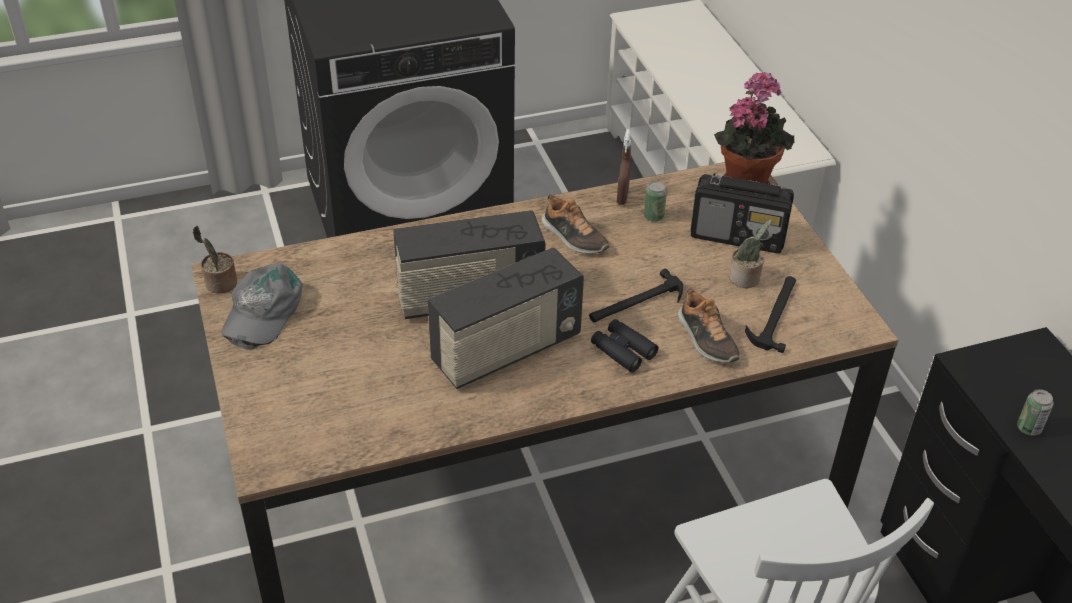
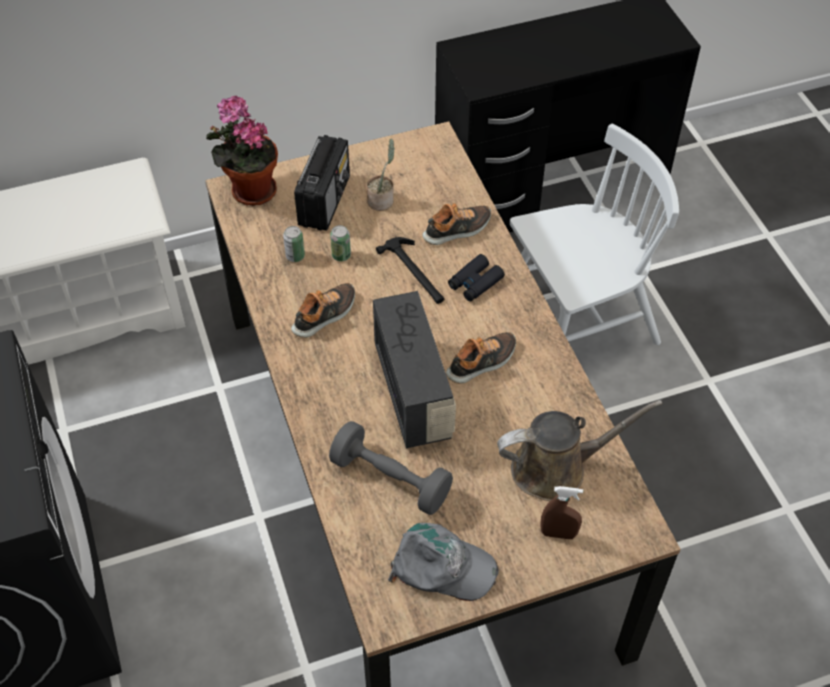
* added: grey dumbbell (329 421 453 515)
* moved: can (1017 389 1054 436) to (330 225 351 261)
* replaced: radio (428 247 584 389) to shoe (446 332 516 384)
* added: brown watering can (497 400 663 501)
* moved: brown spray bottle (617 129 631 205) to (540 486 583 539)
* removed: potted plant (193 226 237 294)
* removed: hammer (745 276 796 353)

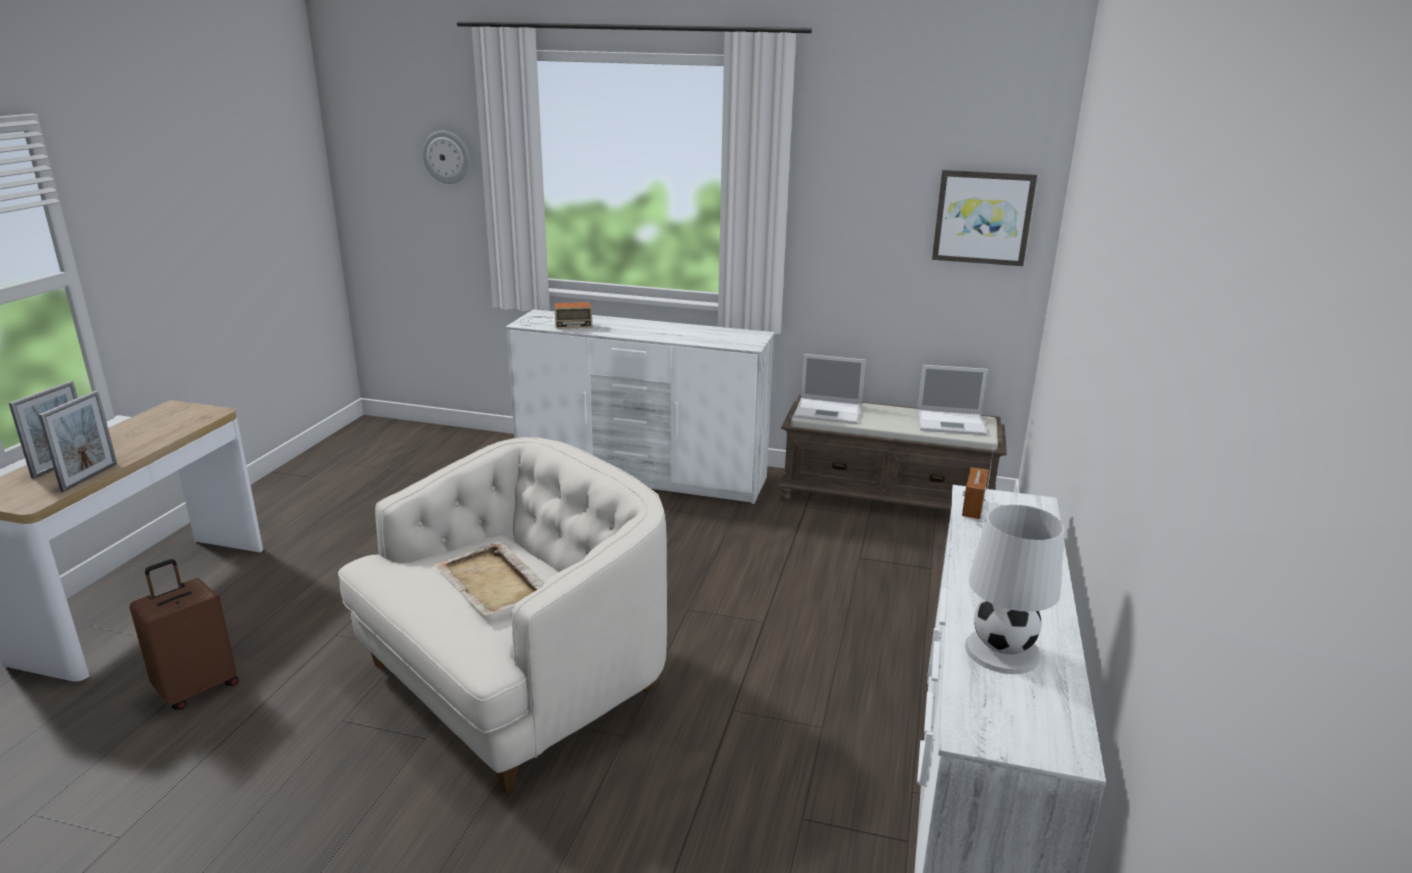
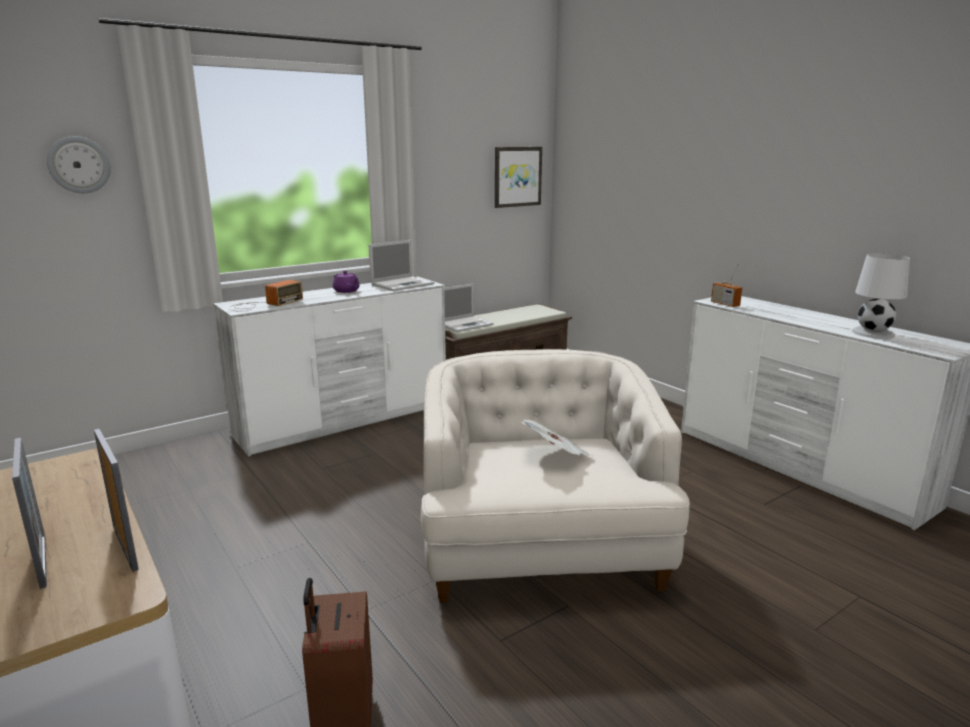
* added: purple teapot (333 271 360 293)
* moved: laptop (917 365 988 435) to (368 240 435 291)
* replaced: beige tray (433 541 544 616) to newspaper (521 419 594 456)

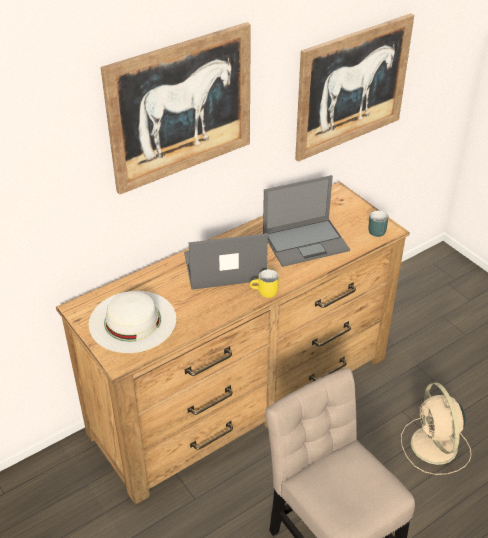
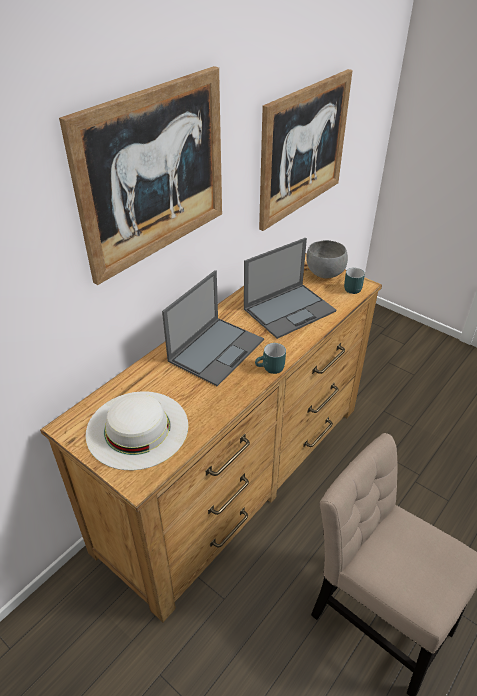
* turned: laptop (184 233 268 290) = (162 270 264 386) 150 degrees clockwise
* recoloured: yellow mug (250 269 279 298) to turquoise mug (255 343 286 374)
* added: grey bowl (306 240 348 278)
* removed: beige fan (401 383 472 475)

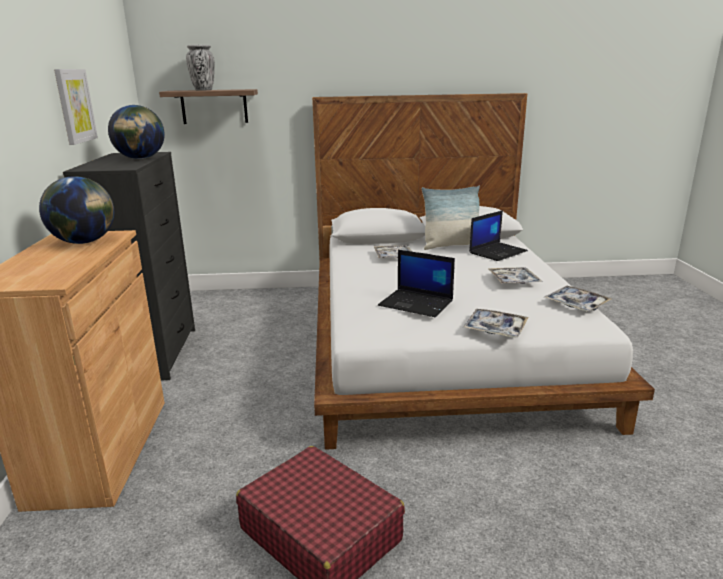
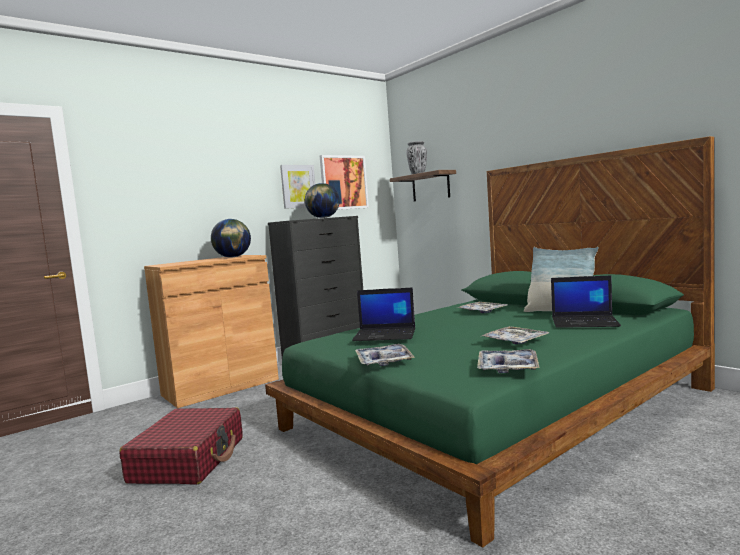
* recoloured: white bed (312 93 655 450) to green bed (265 136 715 547)
* added: picture (320 155 369 210)
* turned: laptop (378 250 455 317) = (352 287 415 341) 75 degrees counterclockwise

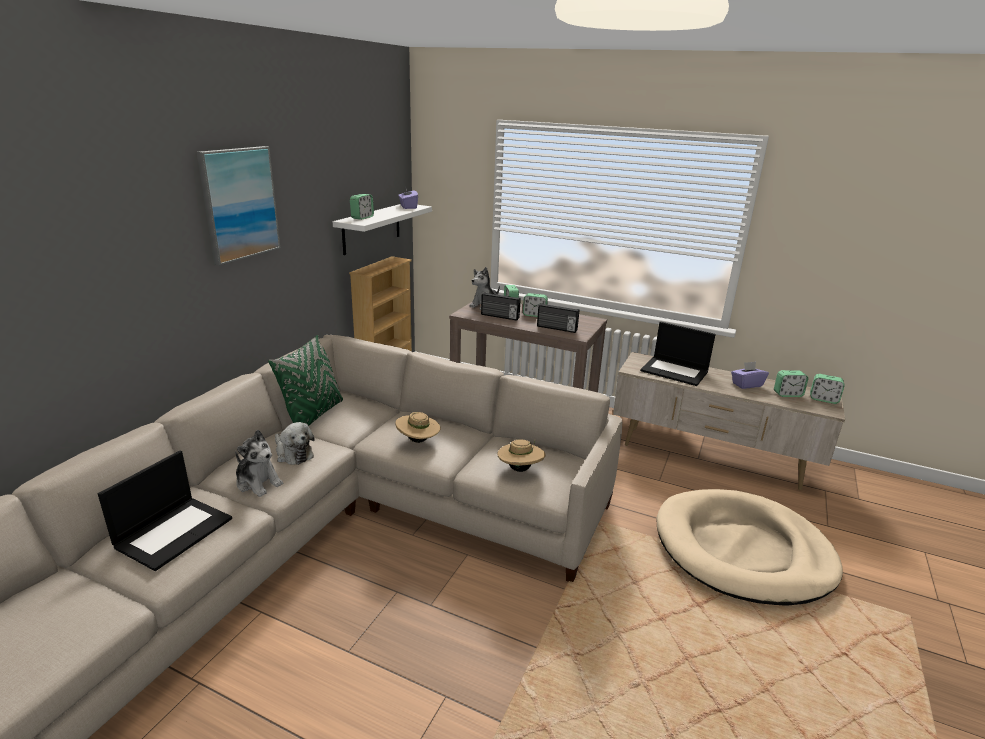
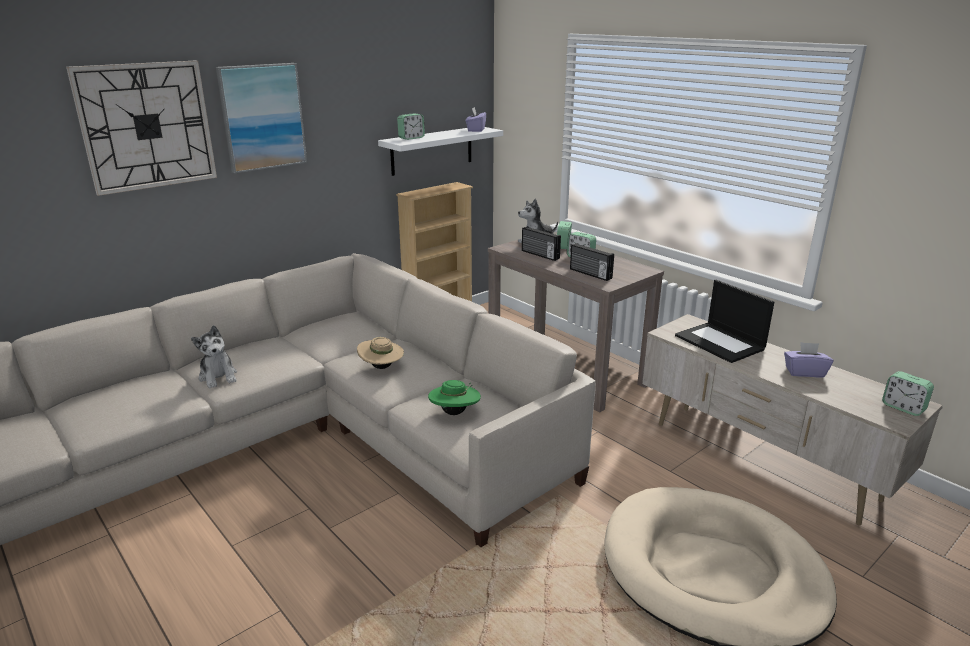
* added: wall clock (66 61 217 196)
* recoloured: beige hat (497 439 545 472) to green hat (428 380 481 415)
* removed: laptop (98 451 232 571)
* removed: green pillow (268 335 343 426)
* removed: plush toy (275 422 315 465)
* removed: alarm clock (774 370 808 397)

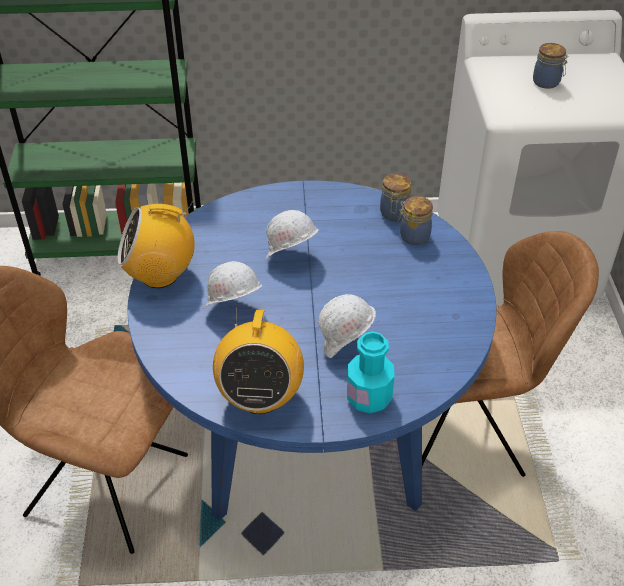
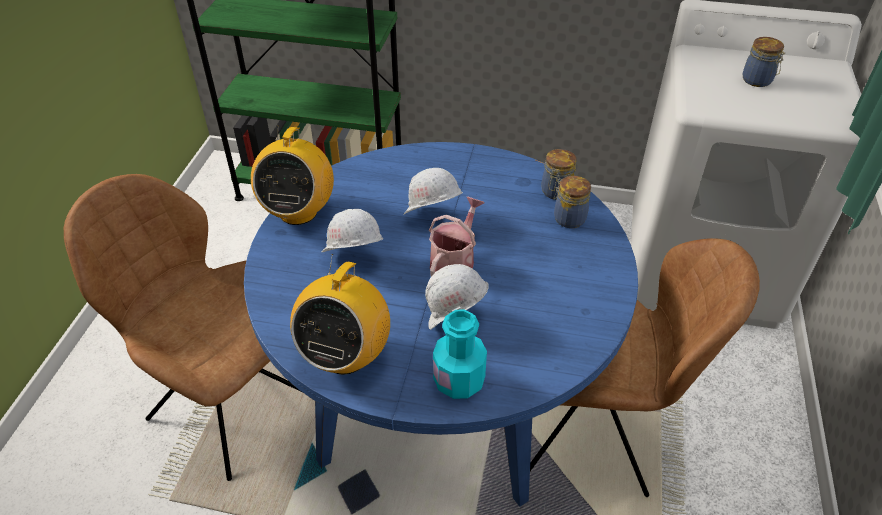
* turned: radio (117 202 195 288) = (251 127 334 225) 90 degrees counterclockwise
* added: watering can (429 197 485 277)

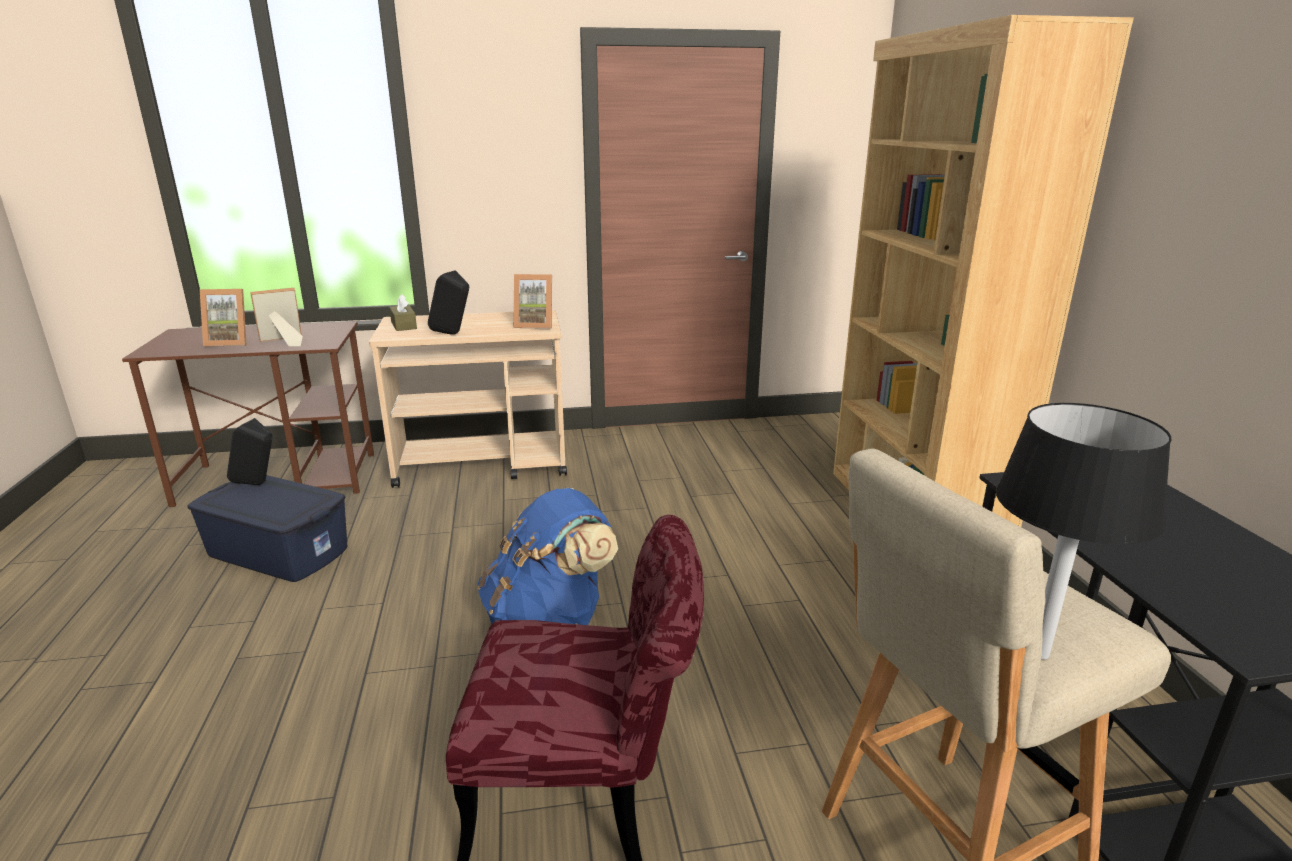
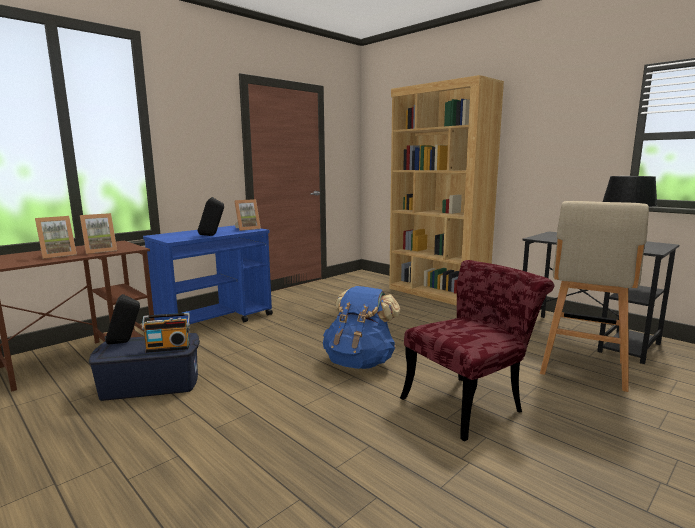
* turned: picture frame (250 288 303 346) = (80 213 117 254) 150 degrees counterclockwise
* added: radio (142 313 190 353)
* recoloured: beige cart (369 310 567 488) to blue cart (143 225 273 324)
* removed: brown tissue box (389 294 417 331)

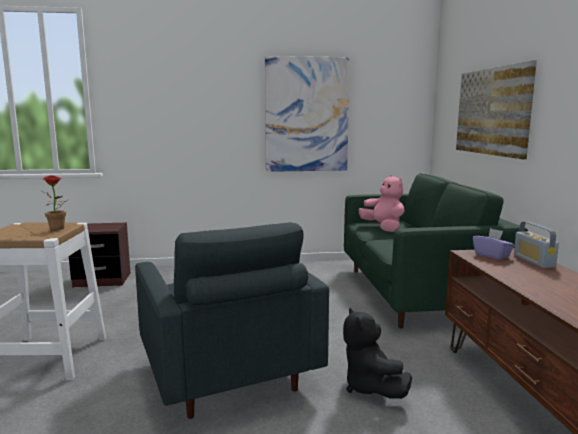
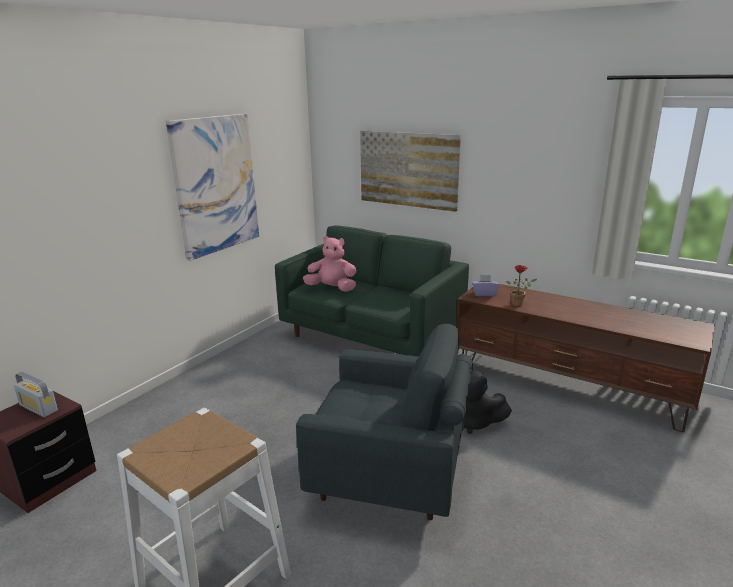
* moved: radio (514 221 559 268) to (14 372 58 417)
* moved: potted plant (42 175 68 230) to (507 265 537 307)

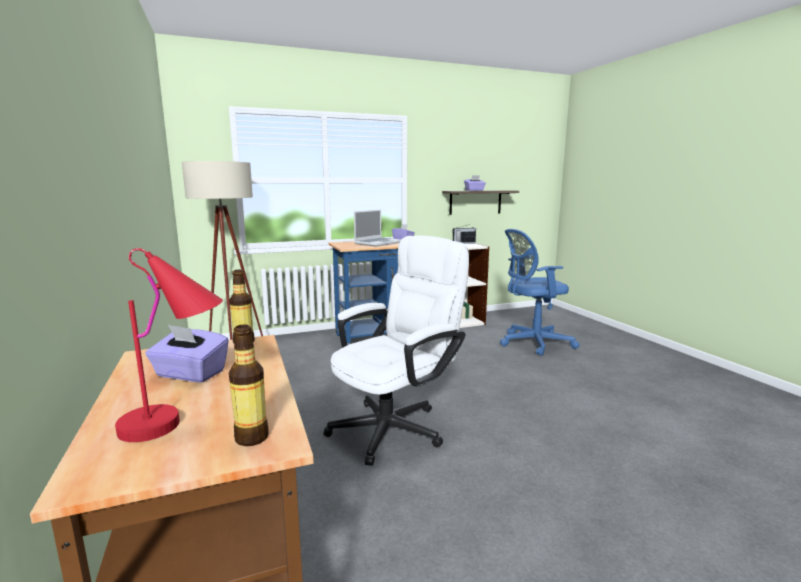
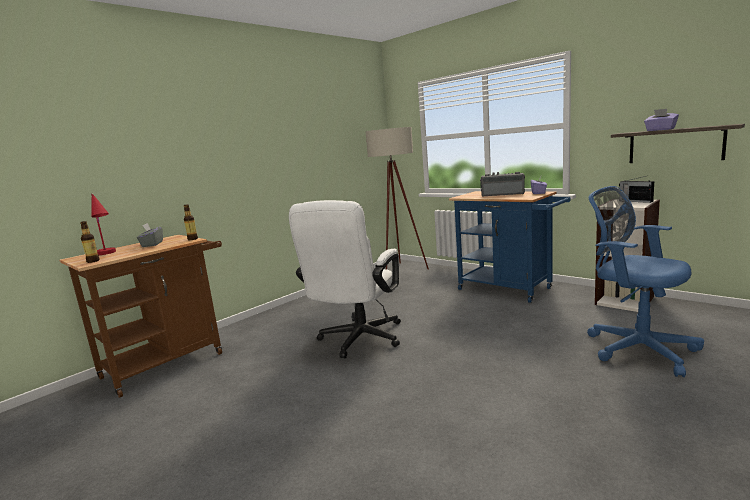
* recoloured: purple tissue box (145 325 229 383) to grey tissue box (137 223 163 247)
* turned: white office chair (323 236 469 466) = (289 200 401 358) 90 degrees clockwise
* replaced: laptop (354 210 401 247) to radio (480 172 525 197)

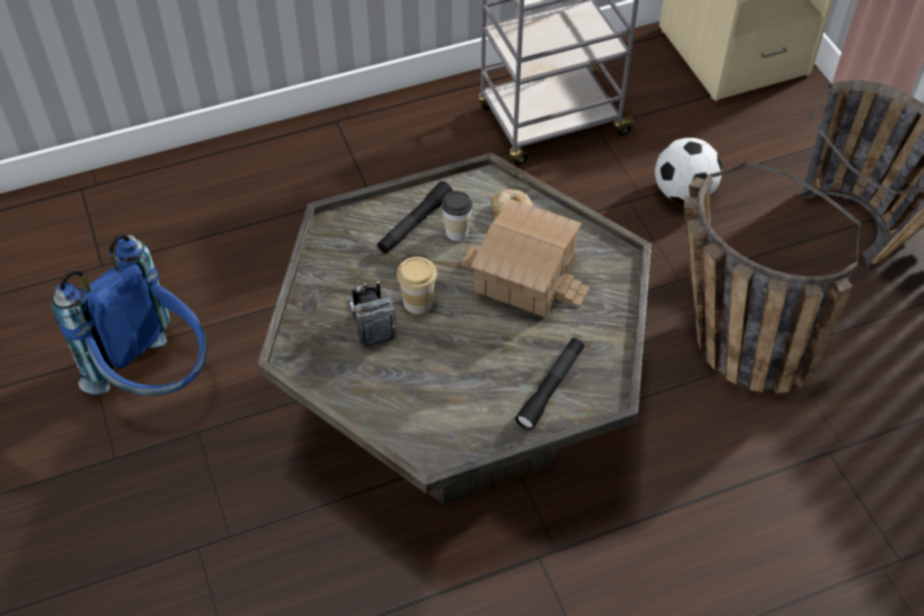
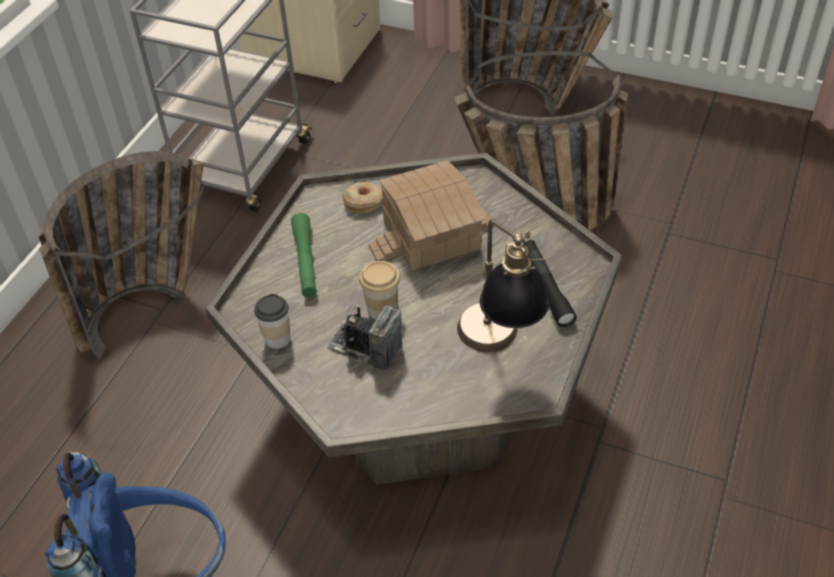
* added: basket (39 151 204 360)
* moved: cup (441 191 473 242) to (254 294 290 349)
* recoloured: black flashlight (377 181 453 254) to green flashlight (291 213 317 297)
* added: table lamp (457 219 549 352)
* removed: football (655 138 723 204)

